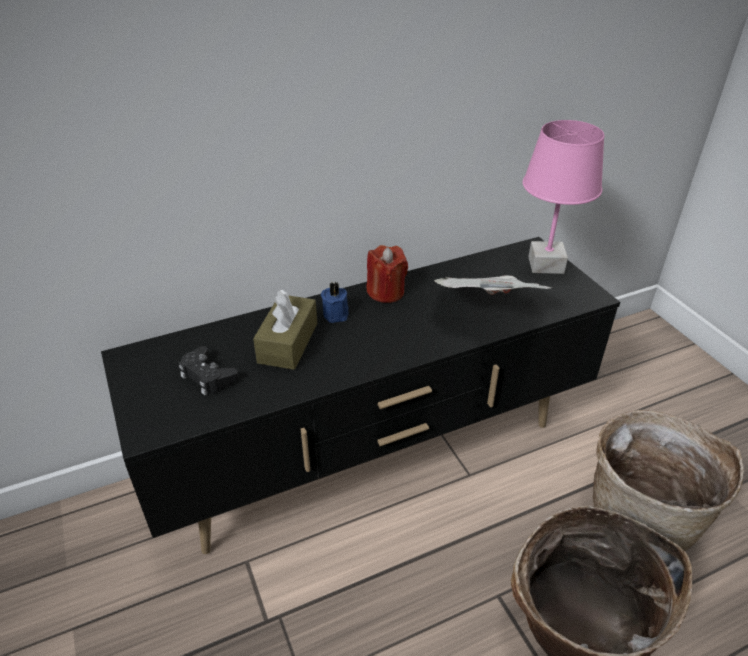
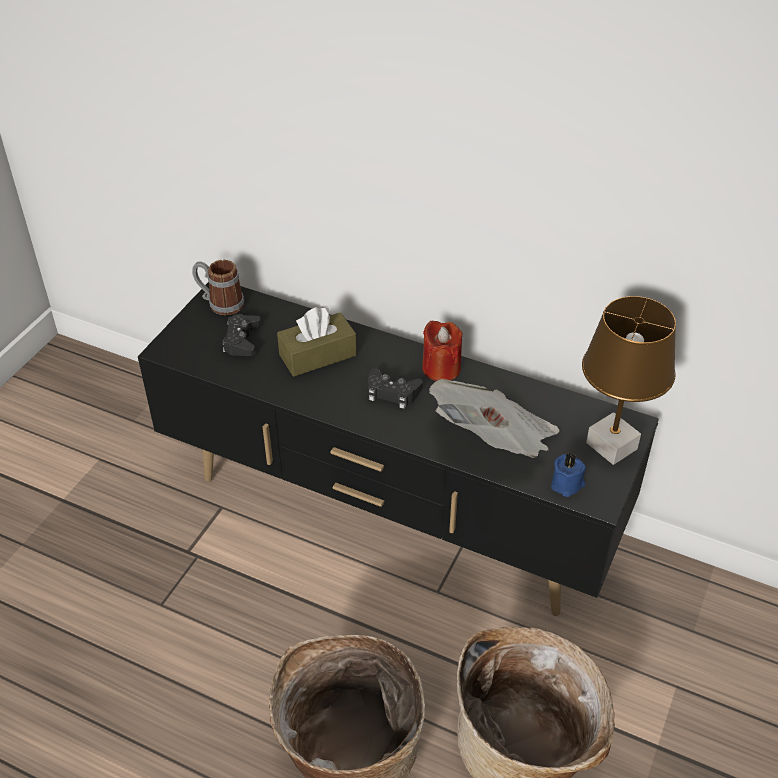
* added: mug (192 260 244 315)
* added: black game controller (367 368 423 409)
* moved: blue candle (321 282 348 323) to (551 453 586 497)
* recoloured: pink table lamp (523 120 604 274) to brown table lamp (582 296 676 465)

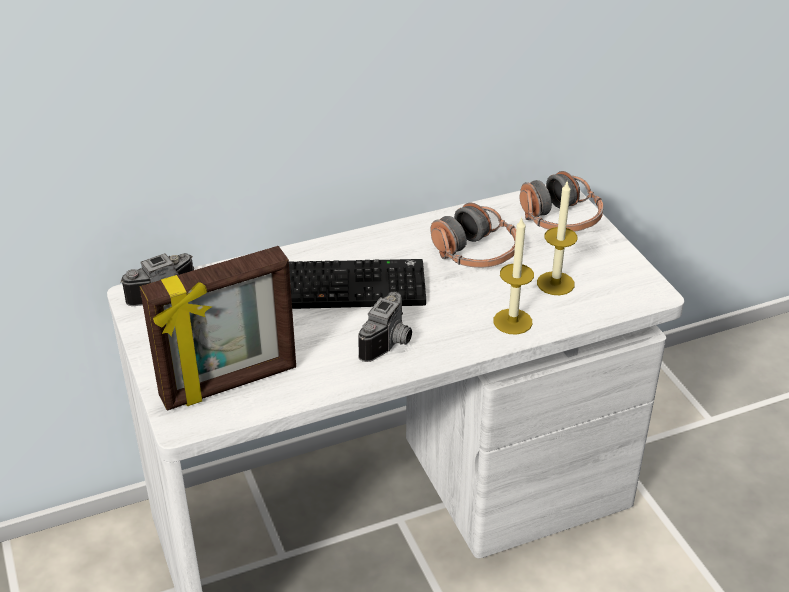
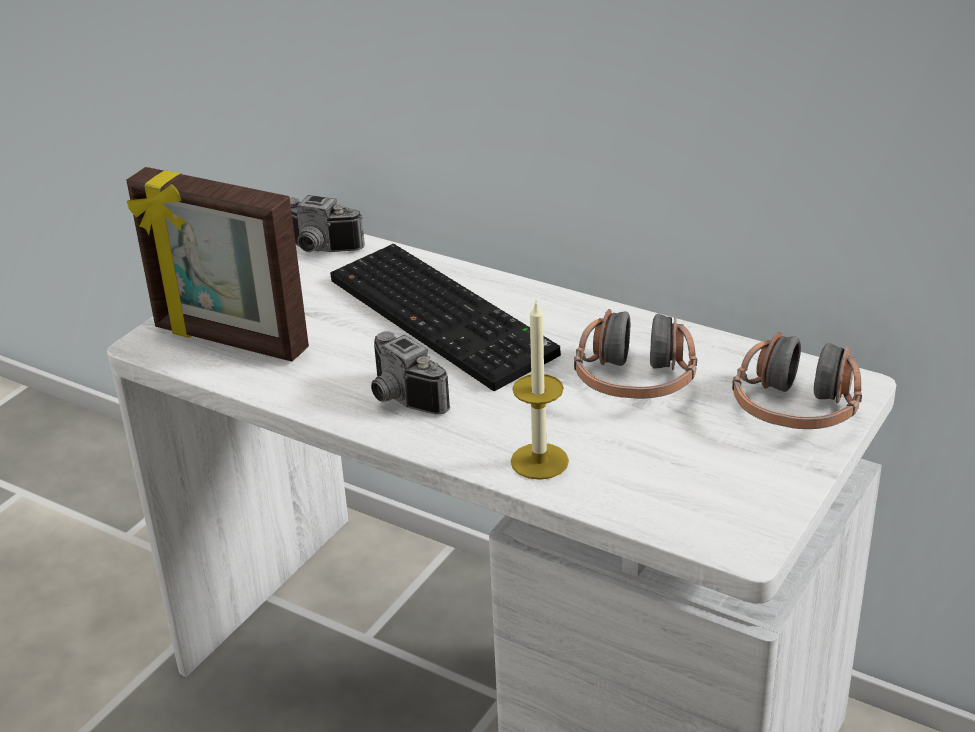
* turned: photo camera (358 292 412 362) = (371 331 450 414) 60 degrees clockwise
* removed: candle (537 180 577 295)

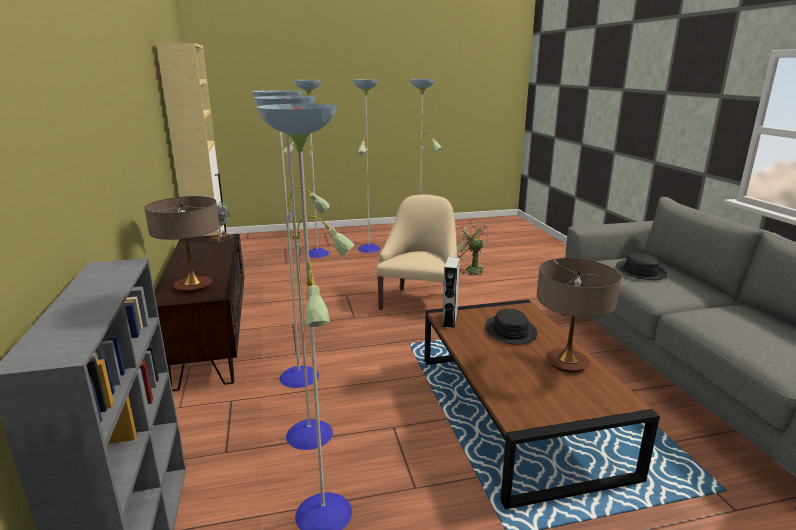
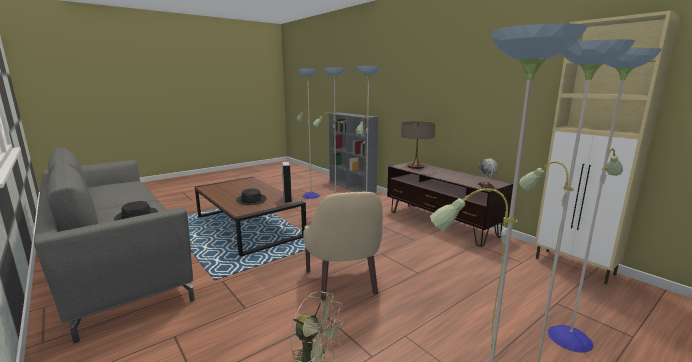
* removed: table lamp (537 258 621 373)

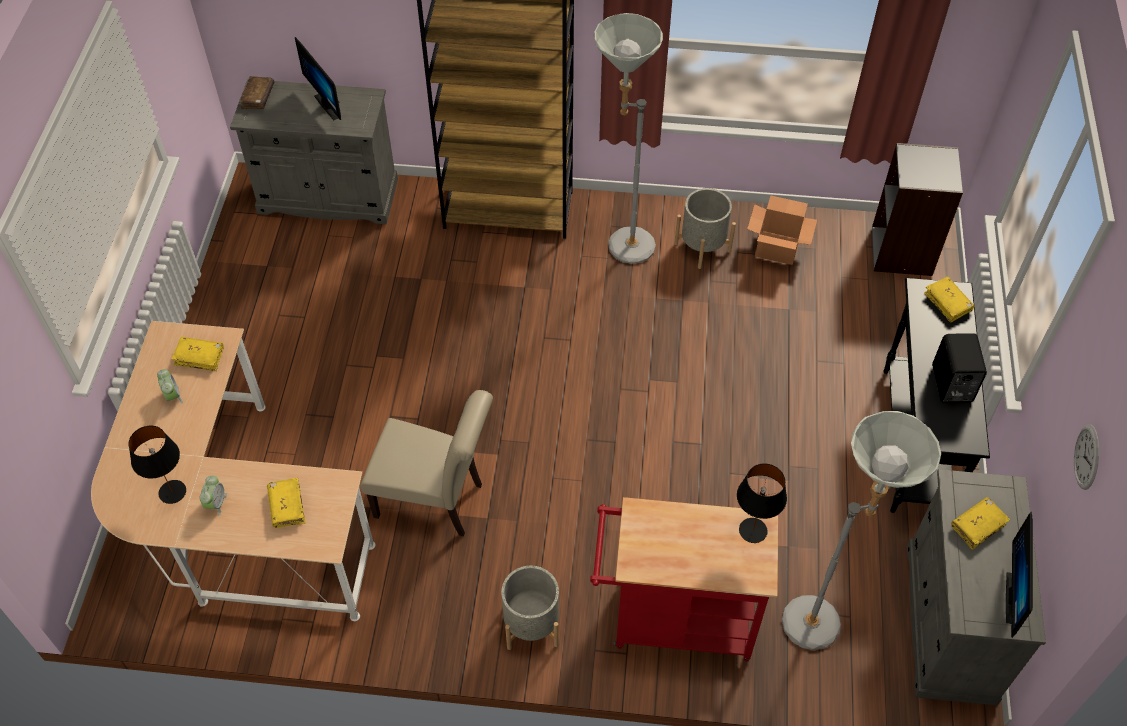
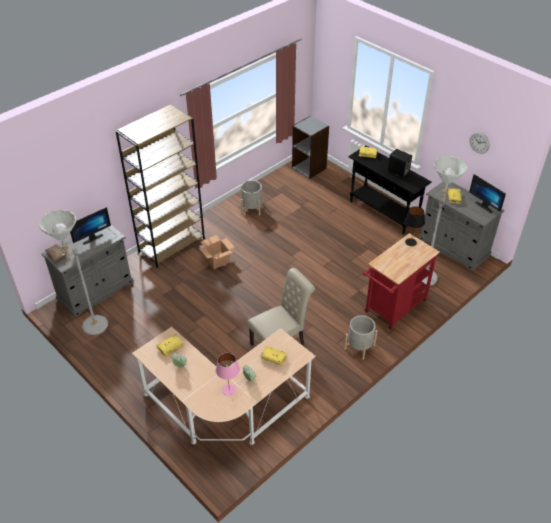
* moved: grey floor lamp (594 13 663 264) to (39 210 108 335)
* turned: monitor (295 37 341 120) = (70 207 111 245) 45 degrees counterclockwise
* moved: cardboard box (747 195 817 265) to (199 235 235 269)
* recoloured: black table lamp (128 426 186 504) to pink table lamp (216 353 240 396)

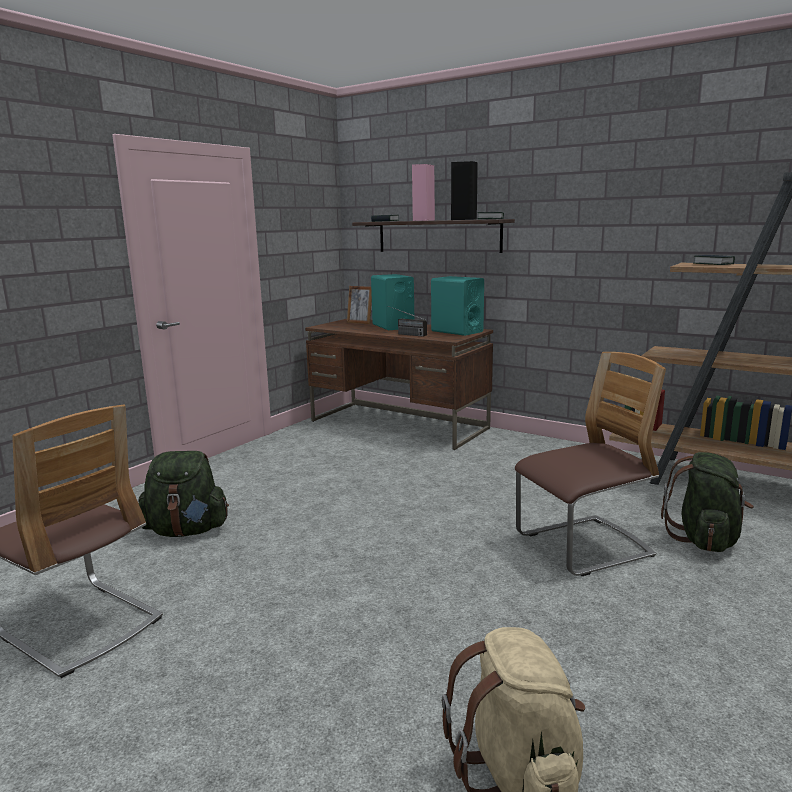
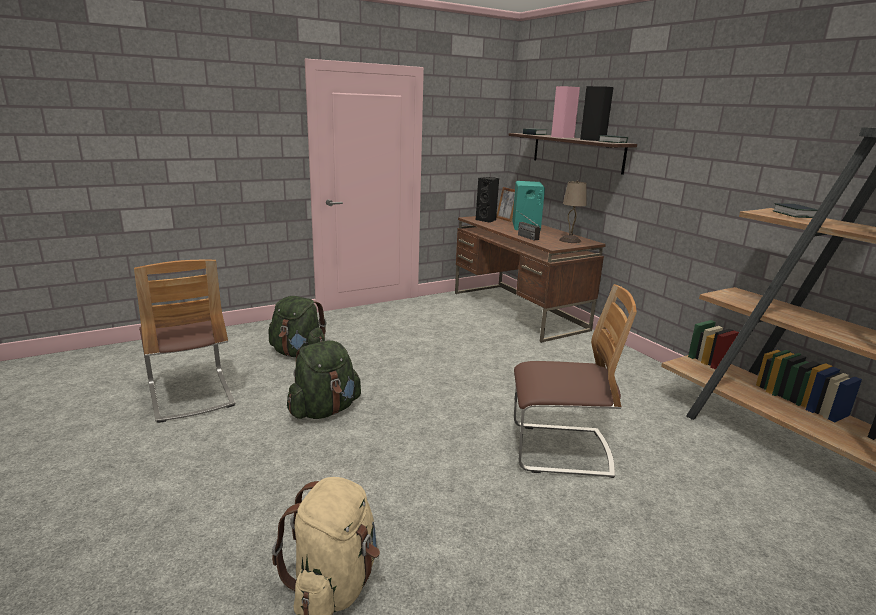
* moved: green backpack (661 452 754 552) to (287 340 361 419)
* added: black speaker (476 177 499 223)
* replaced: turquoise speaker (431 276 484 336) to beige table lamp (559 180 587 243)

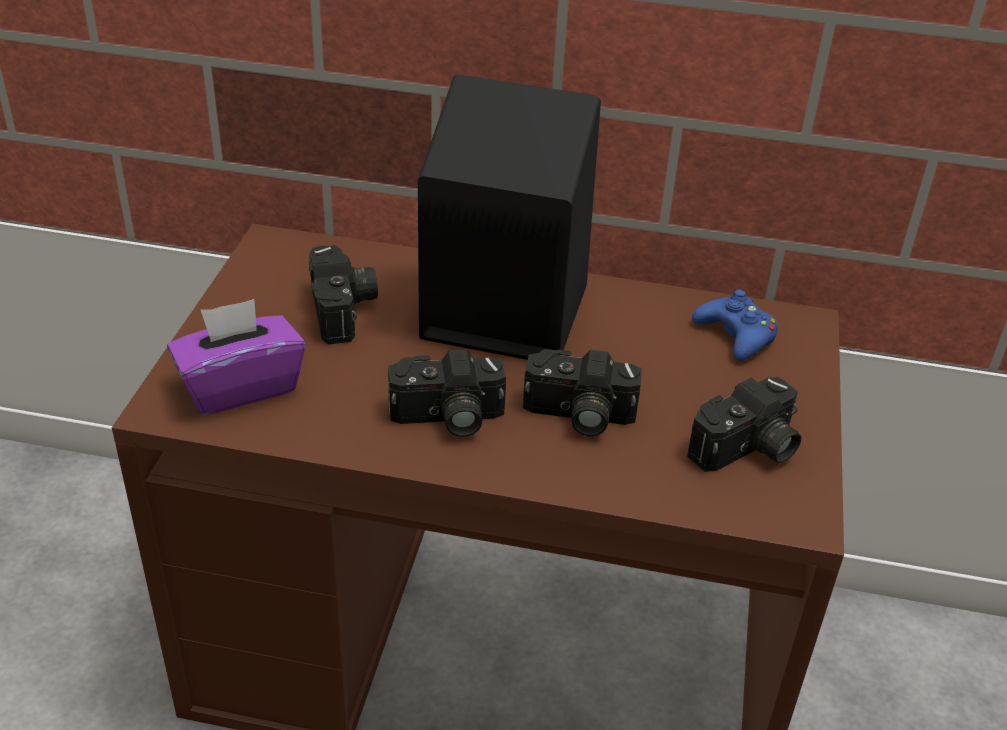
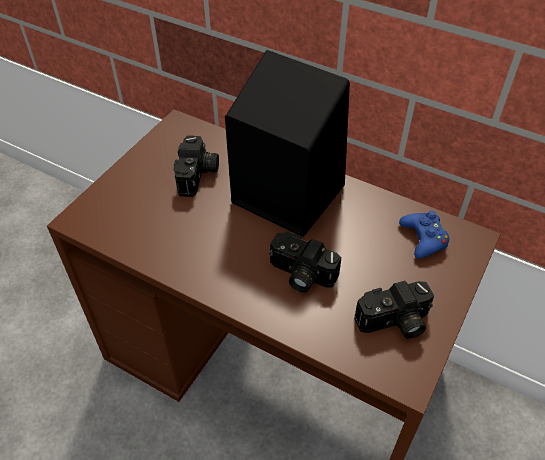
* removed: purple tissue box (167 299 305 415)
* removed: photo camera (388 349 506 437)

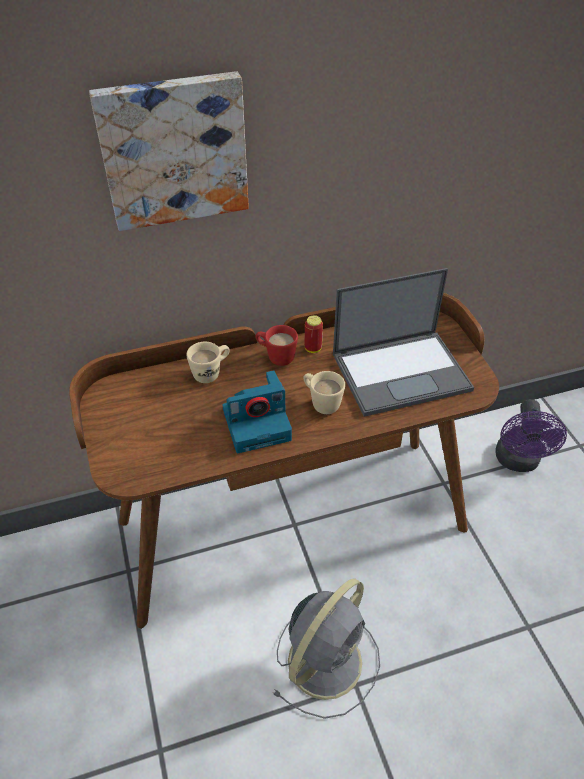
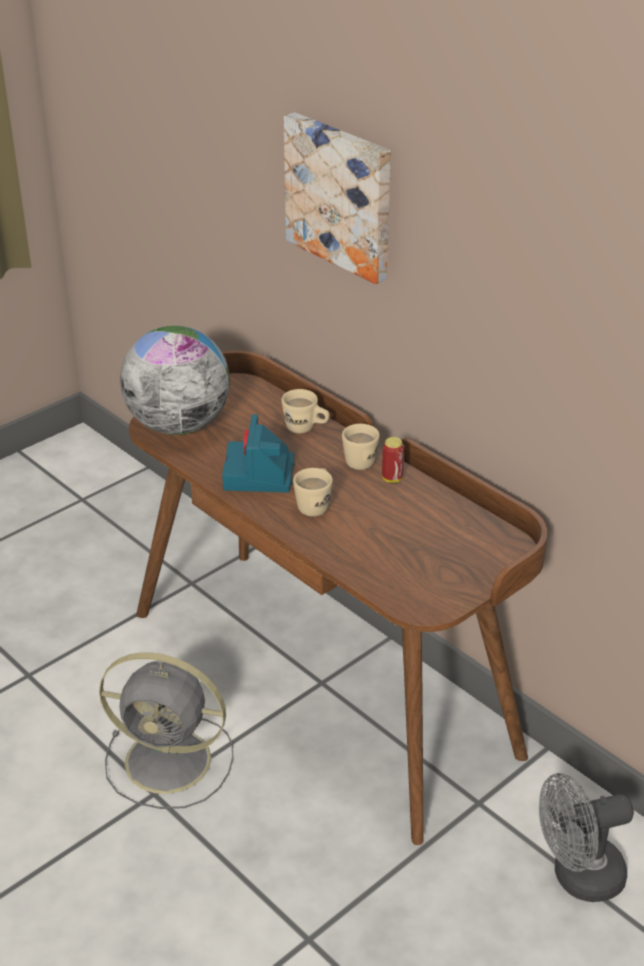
* added: globe (120 326 230 435)
* turned: photo camera (223 370 292 453) = (222 414 294 492) 45 degrees clockwise
* recoloured: red mug (255 325 298 366) to beige mug (342 424 380 470)
* recoloured: purple fan (495 399 567 472) to grey fan (539 773 634 902)
* removed: laptop (333 268 474 417)

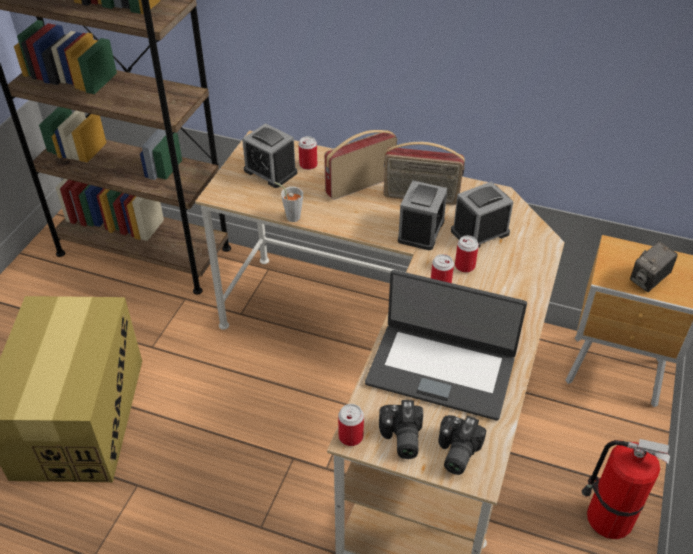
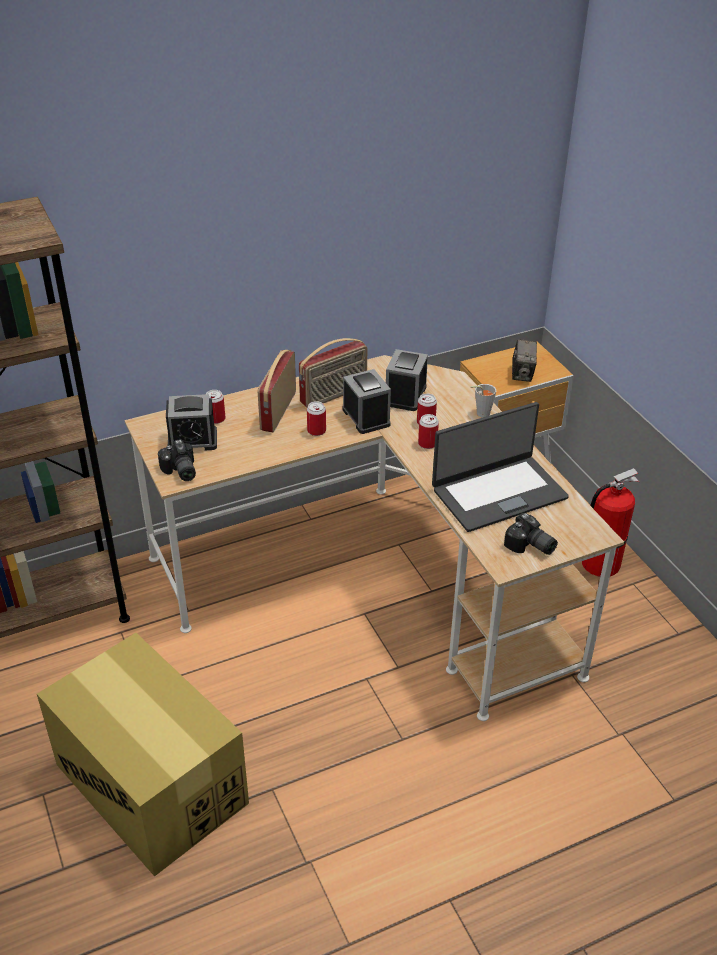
* moved: photo camera (438 415 487 475) to (158 439 196 481)
* moved: can (338 404 364 446) to (307 401 326 436)
* moved: grey cup (274 182 303 222) to (470 384 496 418)

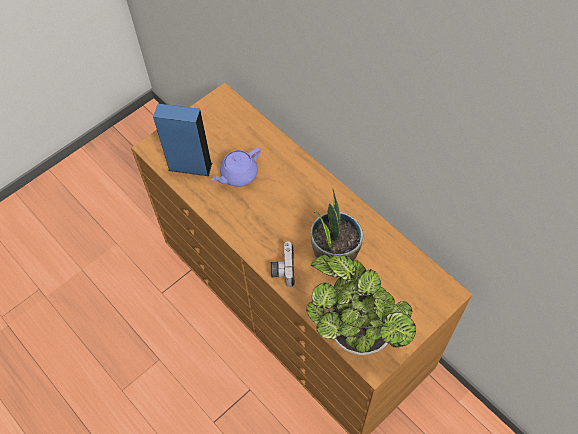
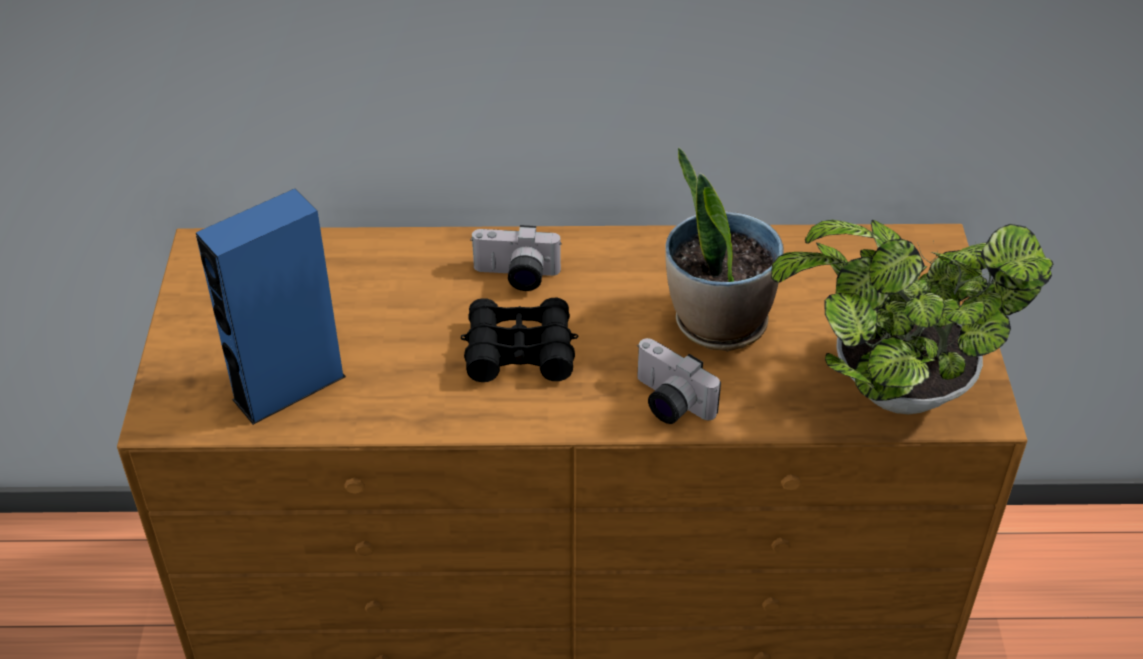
* added: black binoculars (461 298 579 382)
* added: photo camera (470 225 562 291)
* removed: purple teapot (212 148 261 187)

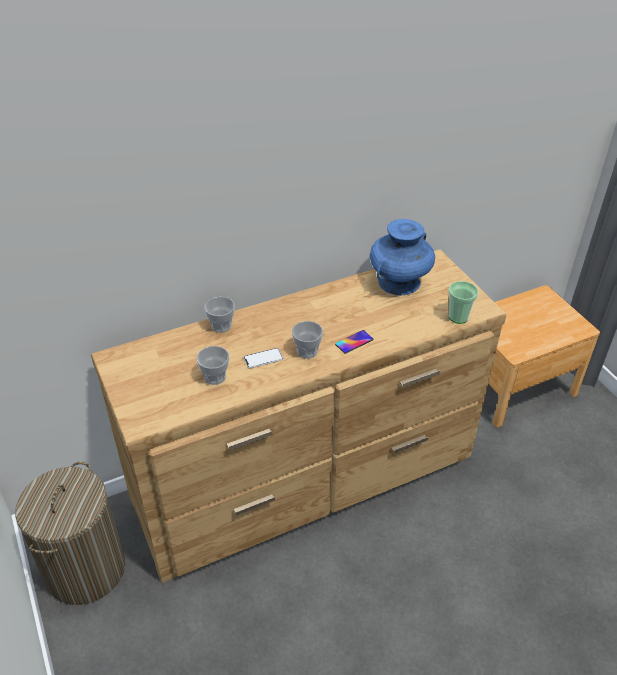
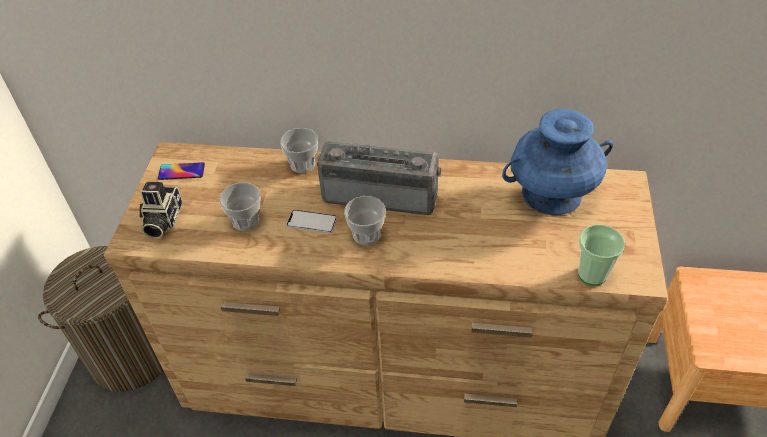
* added: photo camera (140 182 182 239)
* moved: phone (335 330 373 354) to (158 162 205 180)
* added: radio (317 141 441 215)

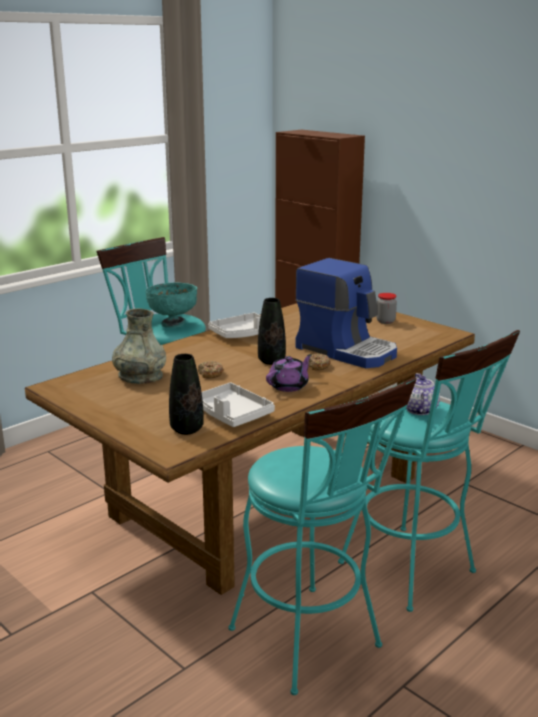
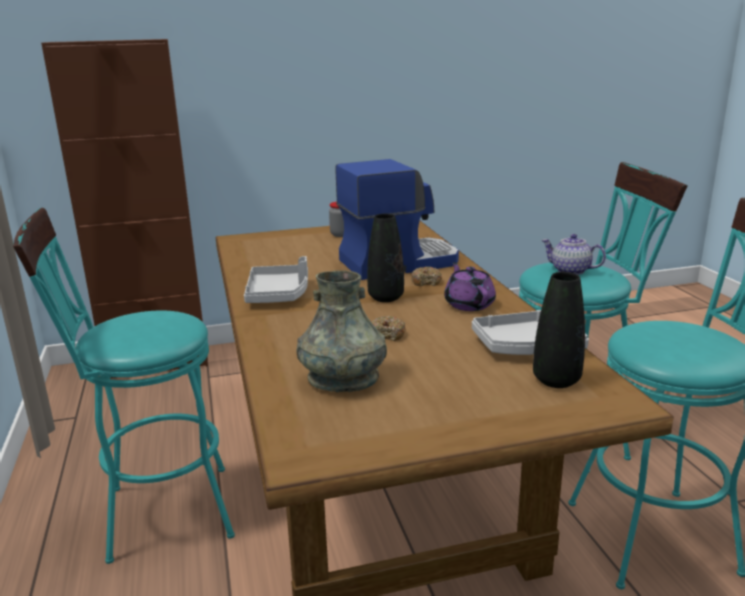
* removed: turquoise bowl (145 282 197 328)

